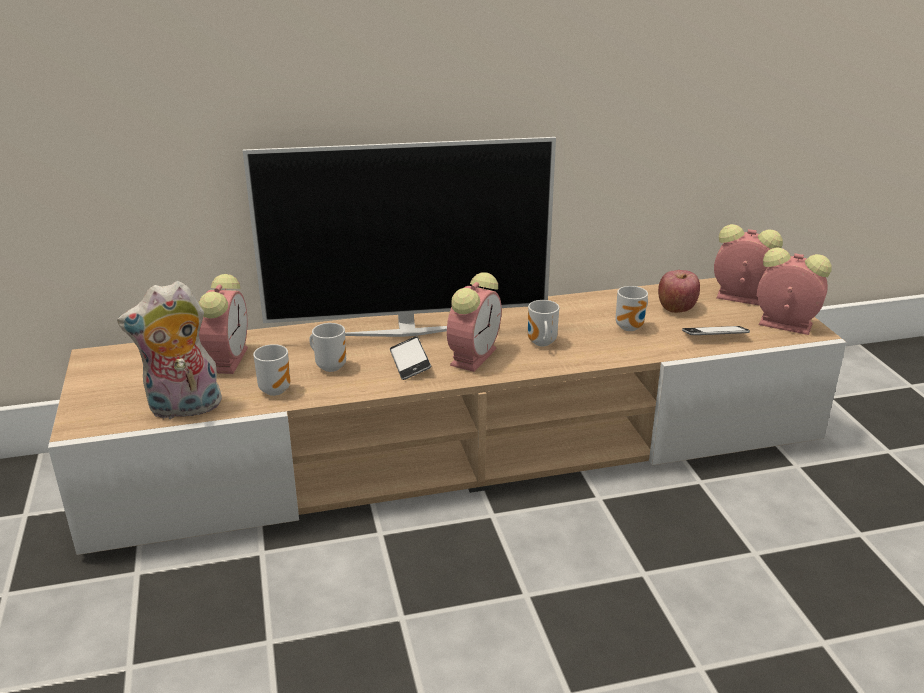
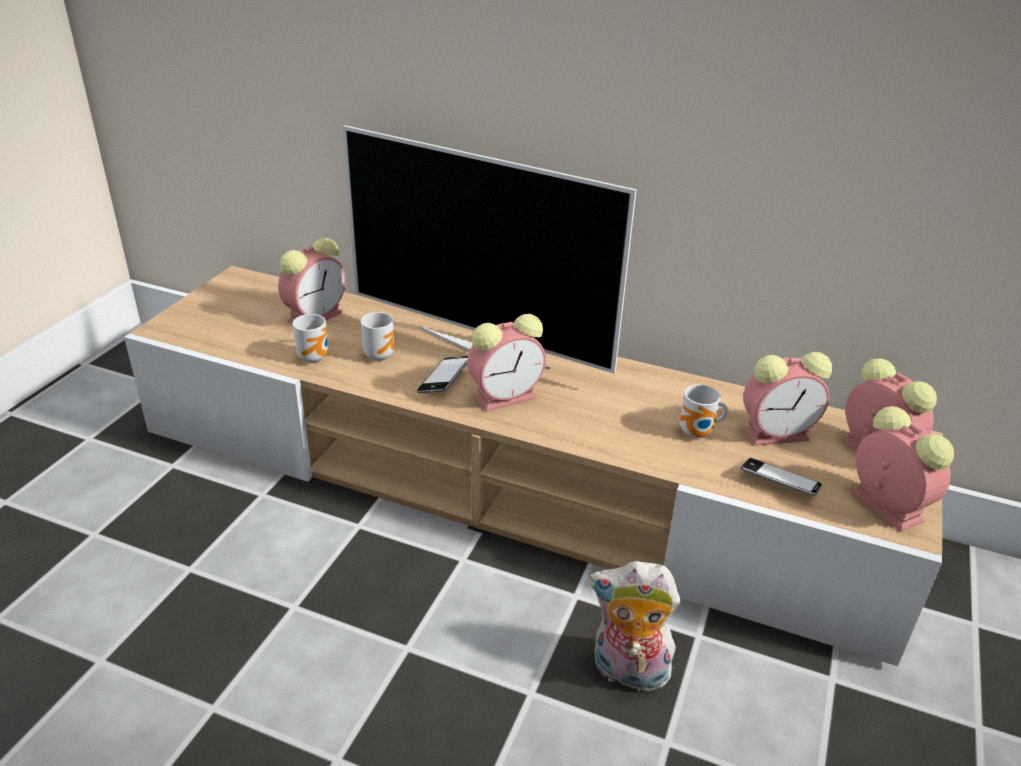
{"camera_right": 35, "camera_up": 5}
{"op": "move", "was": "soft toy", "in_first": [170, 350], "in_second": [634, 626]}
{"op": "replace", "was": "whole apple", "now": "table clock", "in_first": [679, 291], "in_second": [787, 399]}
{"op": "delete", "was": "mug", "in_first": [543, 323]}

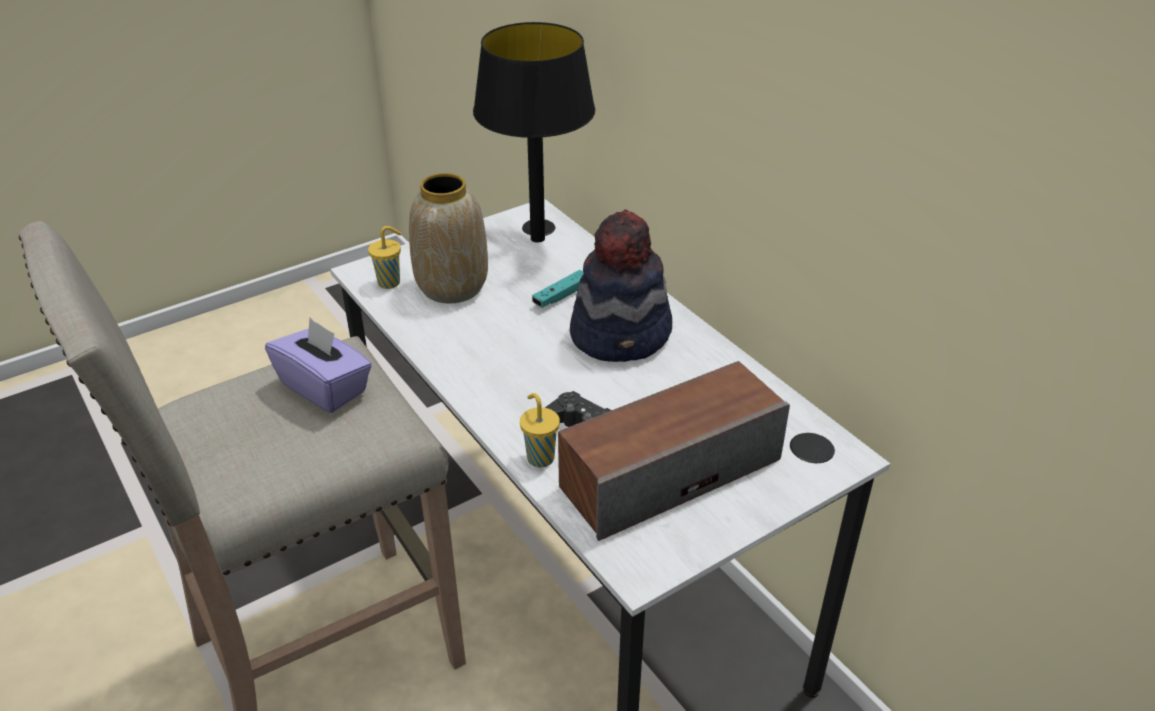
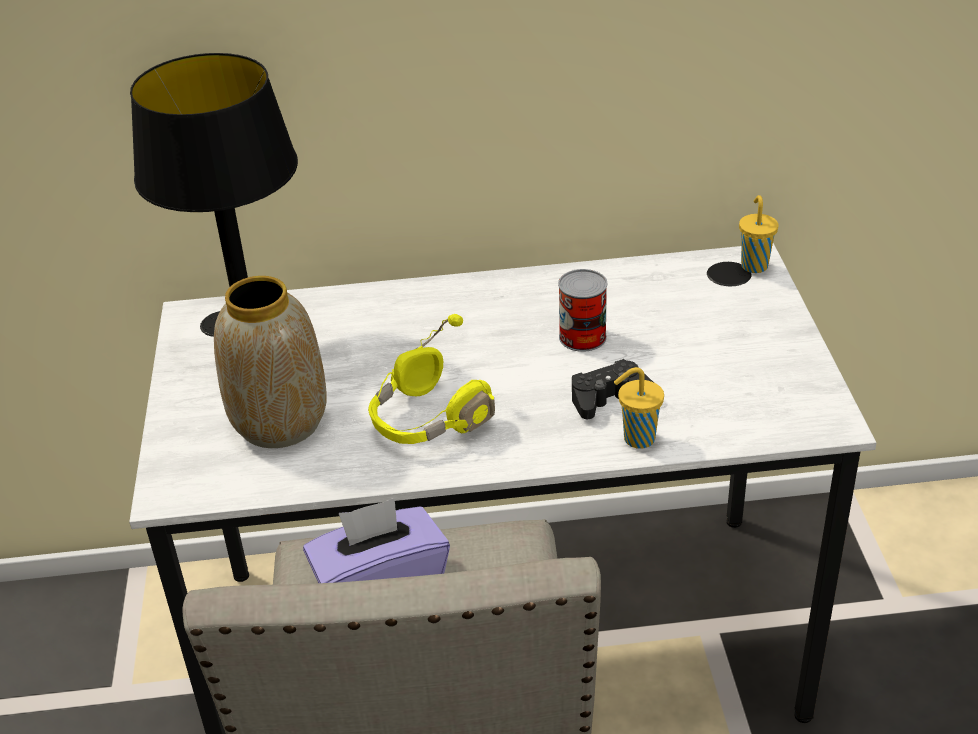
{"camera_right": -60, "camera_up": 0}
{"op": "insert", "now": "yellowish headphones", "in_second": [431, 379]}
{"op": "insert", "now": "metal can", "in_second": [582, 310]}
{"op": "move", "was": "yellowish cup", "in_first": [384, 257], "in_second": [759, 234]}
{"op": "delete", "was": "blue-green joypad", "in_first": [558, 289]}
{"op": "delete", "was": "speaker", "in_first": [674, 451]}
{"op": "delete", "was": "hat", "in_first": [621, 285]}

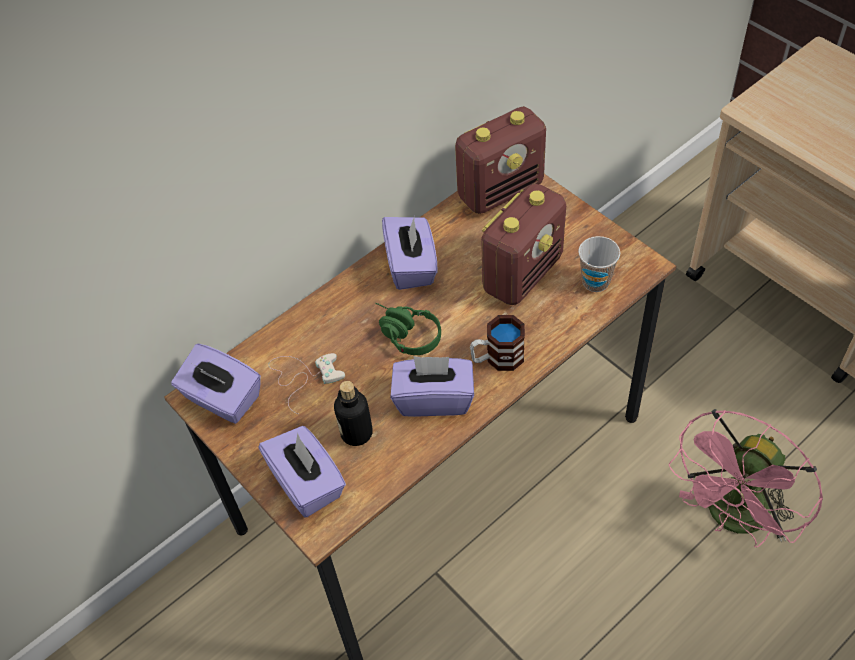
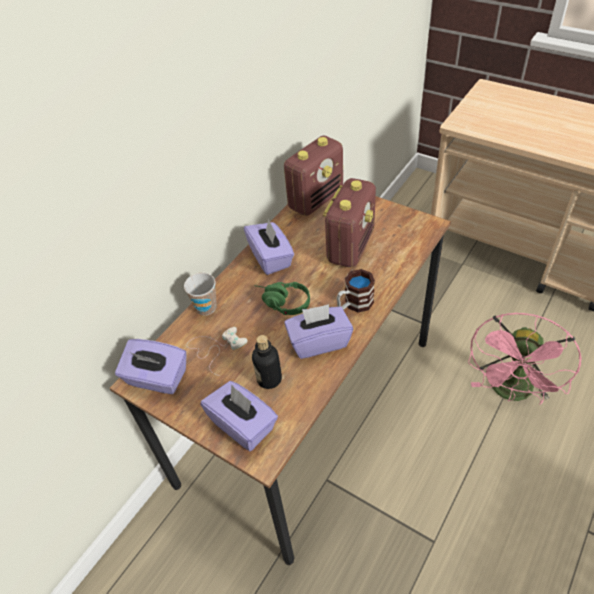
{"camera_right": -15, "camera_up": -5}
{"op": "move", "was": "cup", "in_first": [599, 264], "in_second": [200, 294]}

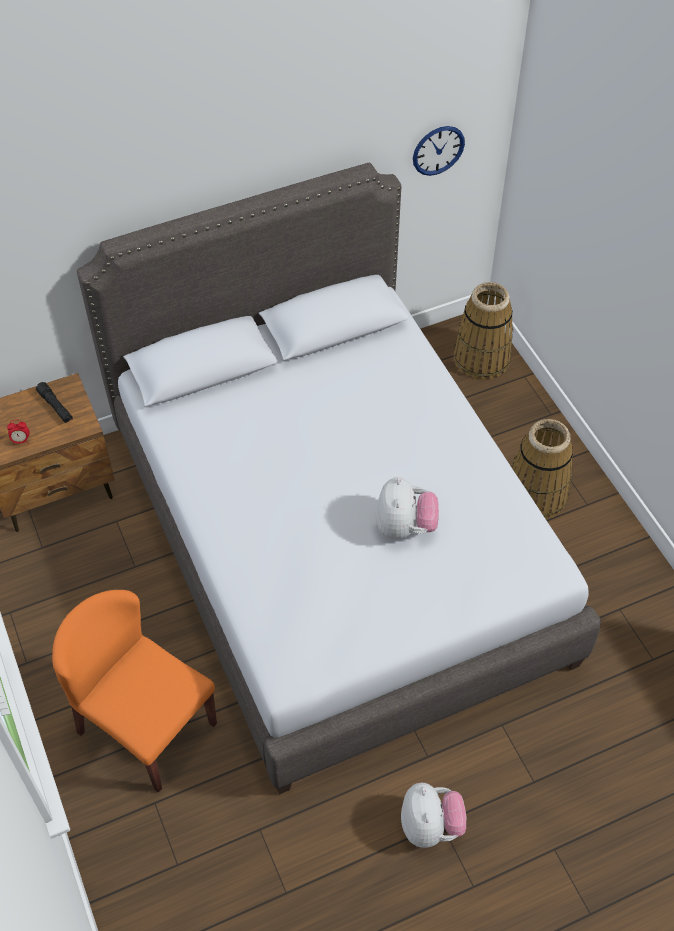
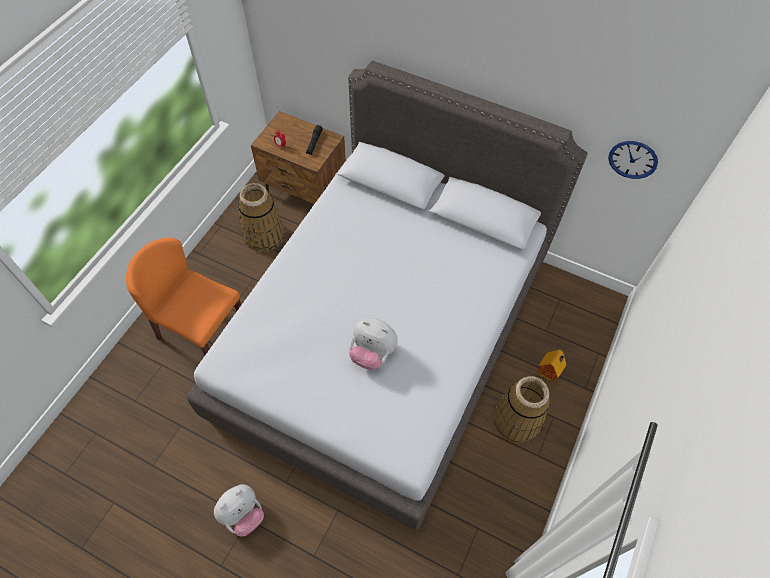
{"camera_right": 50, "camera_up": 5}
{"op": "rotate", "was": "orange upright chair", "in_first": [134, 691], "in_second": [183, 296], "clockwise": -60}
{"op": "move", "was": "storage basket", "in_first": [483, 331], "in_second": [261, 217]}
{"op": "rotate", "was": "soft toy", "in_first": [407, 508], "in_second": [373, 344], "clockwise": 60}
{"op": "insert", "now": "miniature house", "in_second": [552, 365]}

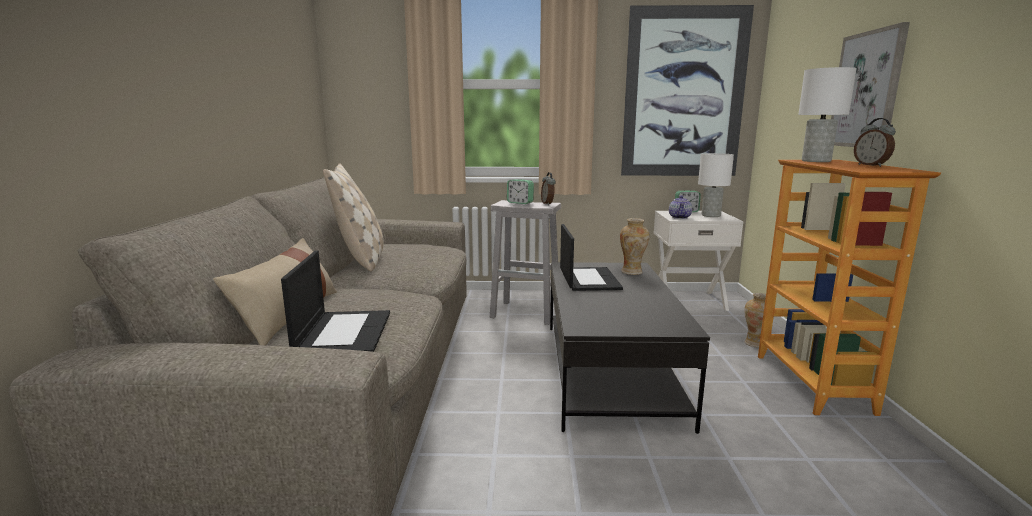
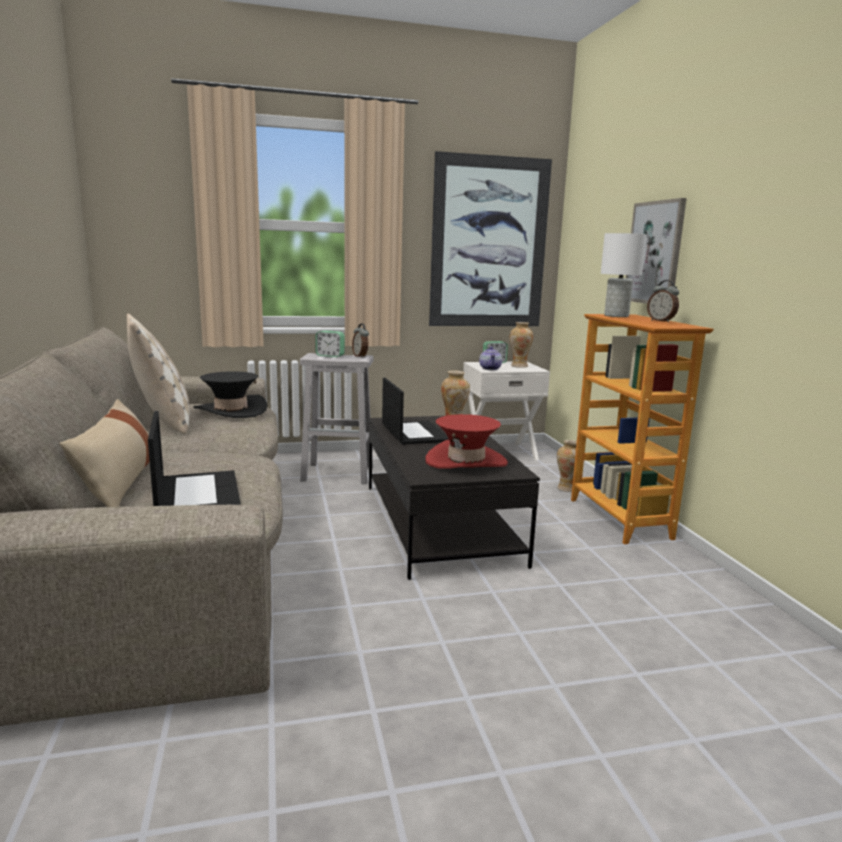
{"camera_right": -15, "camera_up": 0}
{"op": "insert", "now": "black hat", "in_second": [230, 394]}
{"op": "insert", "now": "reddish hat", "in_second": [466, 441]}
{"op": "replace", "was": "white tabletop lamp", "now": "vase", "in_first": [716, 185], "in_second": [521, 345]}

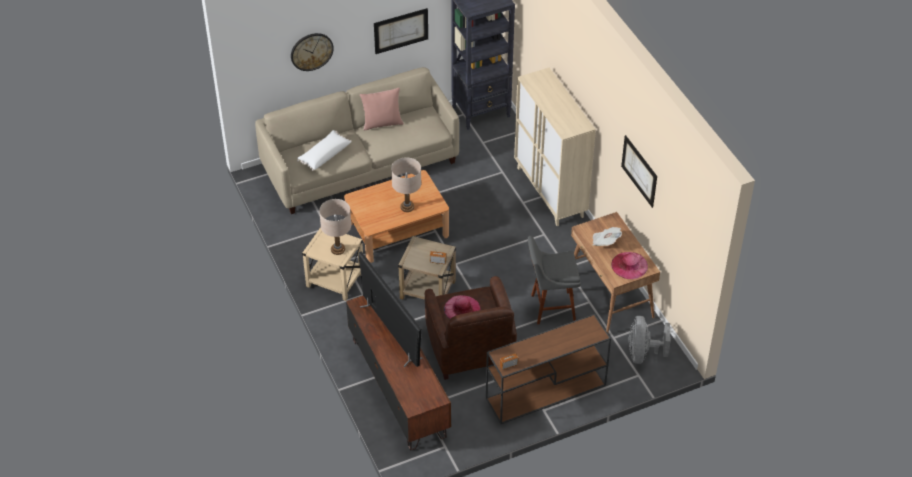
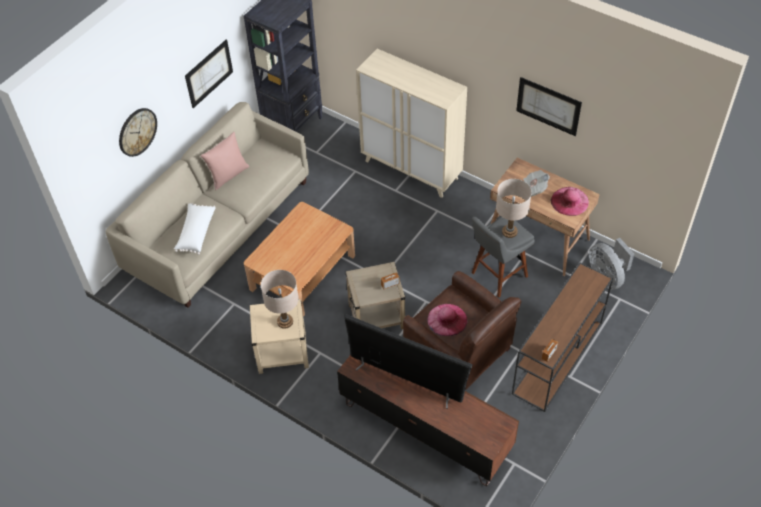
{"camera_right": -30, "camera_up": 5}
{"op": "move", "was": "beige-coloured tabletop lamp", "in_first": [406, 184], "in_second": [514, 208]}

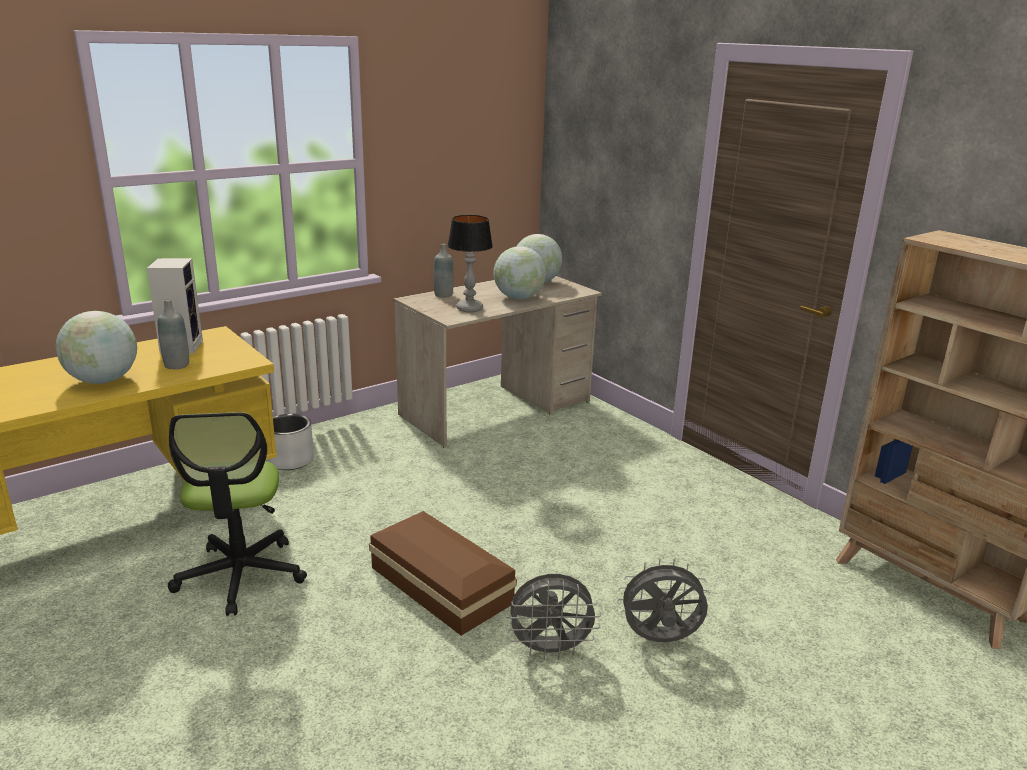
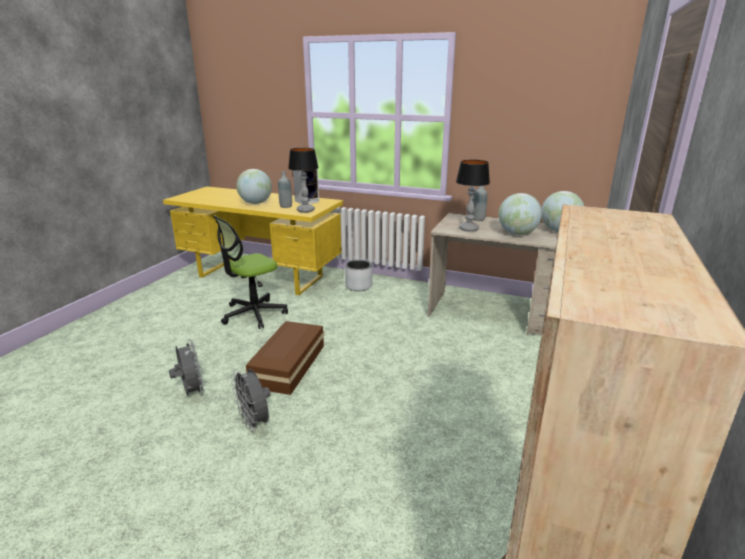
{"camera_right": 60, "camera_up": 0}
{"op": "move", "was": "grey fan", "in_first": [663, 600], "in_second": [186, 367]}
{"op": "insert", "now": "tabletop lamp", "in_second": [303, 180]}

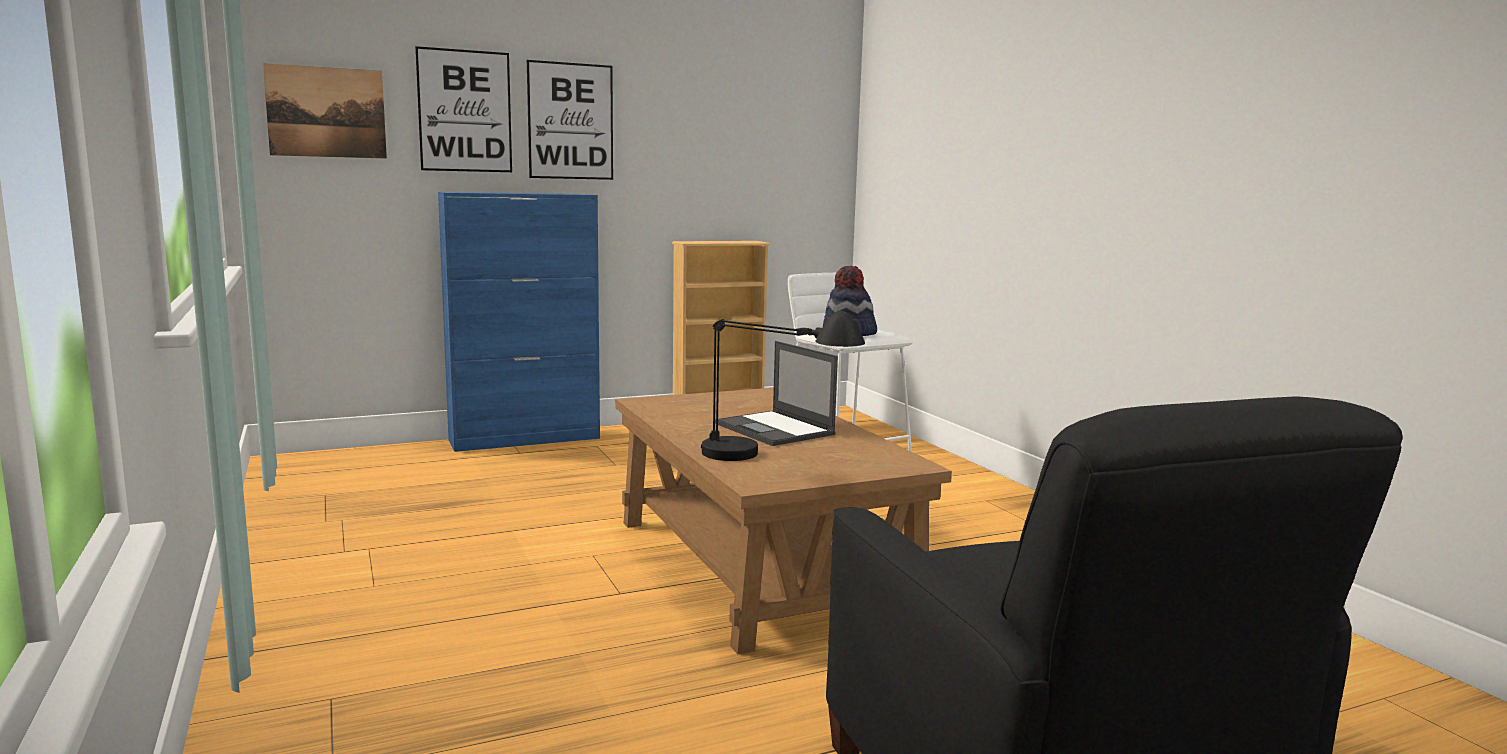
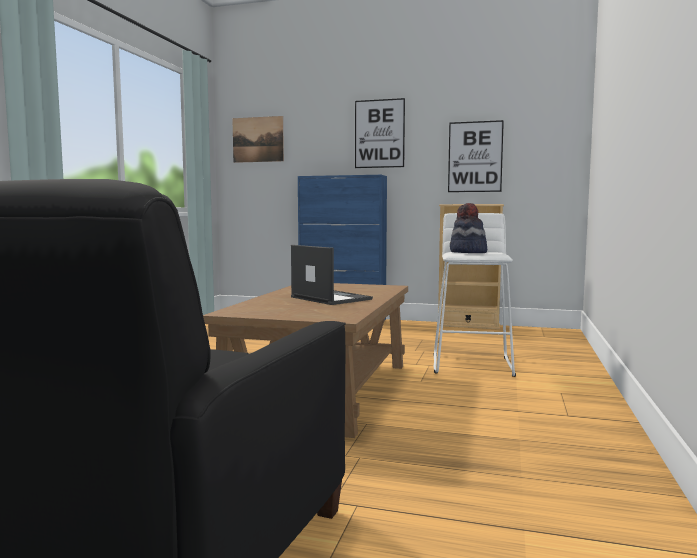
{"camera_right": 40, "camera_up": -5}
{"op": "rotate", "was": "portable computer", "in_first": [776, 393], "in_second": [332, 275], "clockwise": 135}
{"op": "move", "was": "picture", "in_first": [463, 109], "in_second": [476, 156]}
{"op": "delete", "was": "black tabletop lamp", "in_first": [783, 386]}

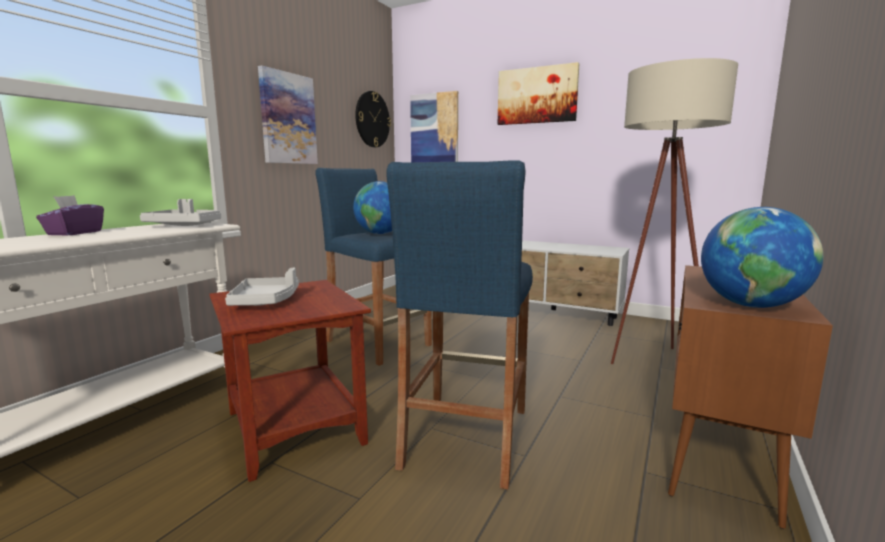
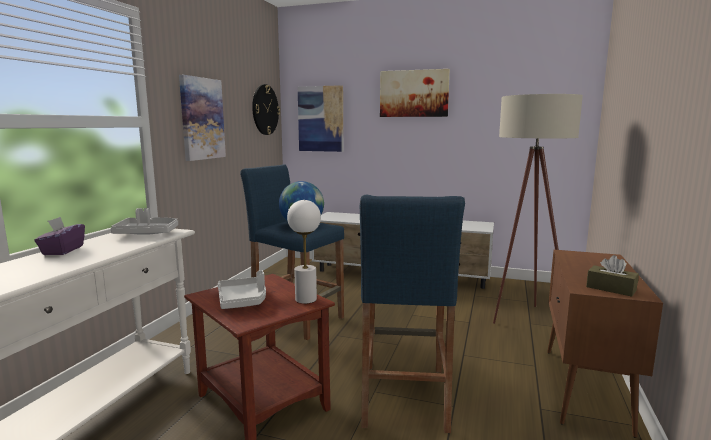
{"camera_right": -10, "camera_up": 0}
{"op": "insert", "now": "white tabletop lamp", "in_second": [304, 252]}
{"op": "replace", "was": "world globe", "now": "brown box of tissues", "in_first": [762, 257], "in_second": [612, 276]}

